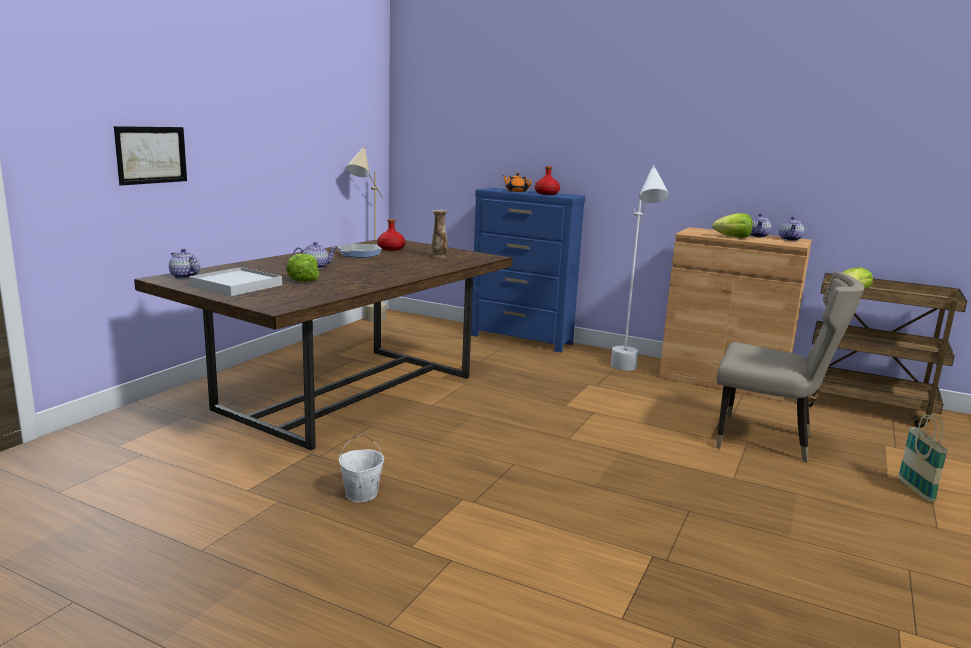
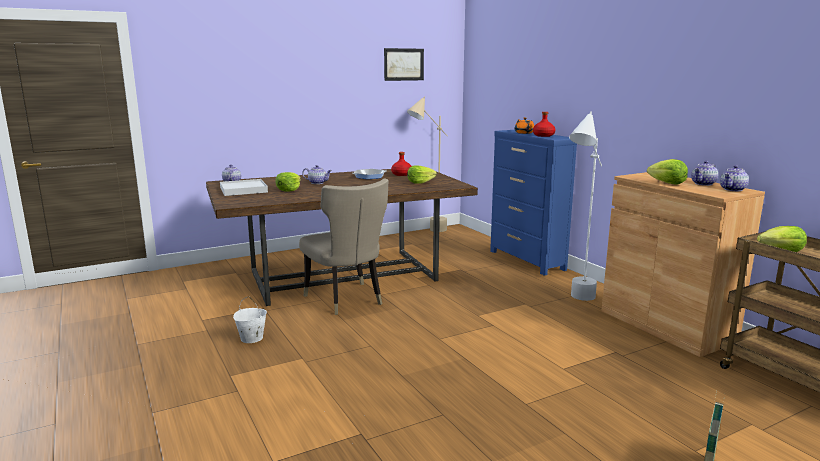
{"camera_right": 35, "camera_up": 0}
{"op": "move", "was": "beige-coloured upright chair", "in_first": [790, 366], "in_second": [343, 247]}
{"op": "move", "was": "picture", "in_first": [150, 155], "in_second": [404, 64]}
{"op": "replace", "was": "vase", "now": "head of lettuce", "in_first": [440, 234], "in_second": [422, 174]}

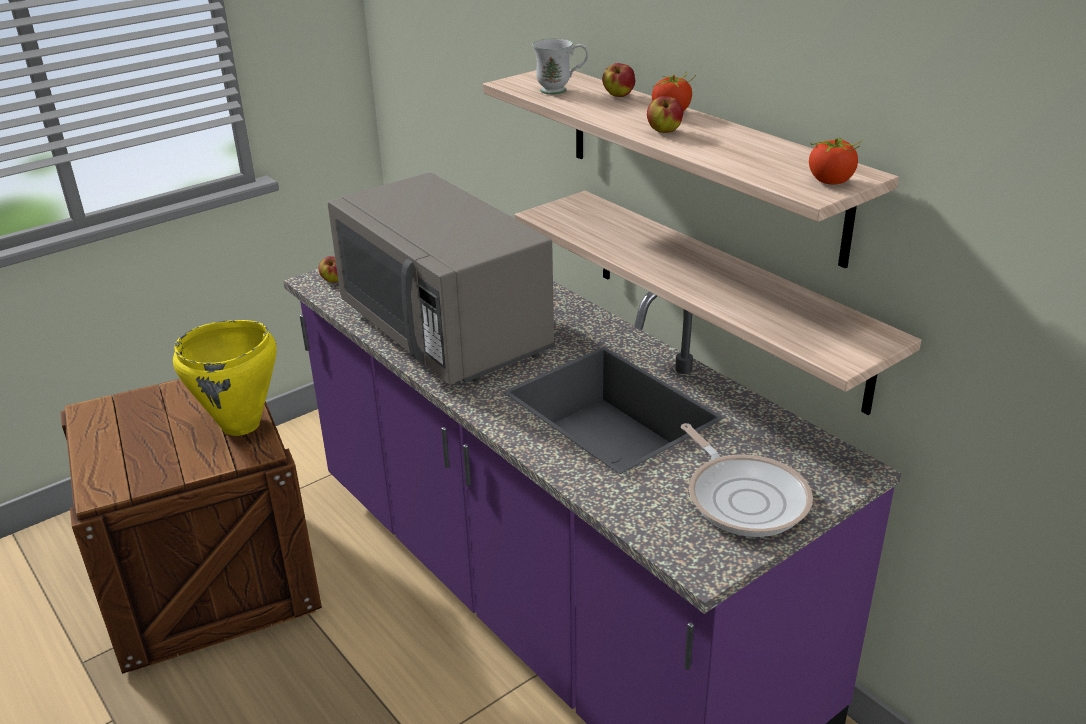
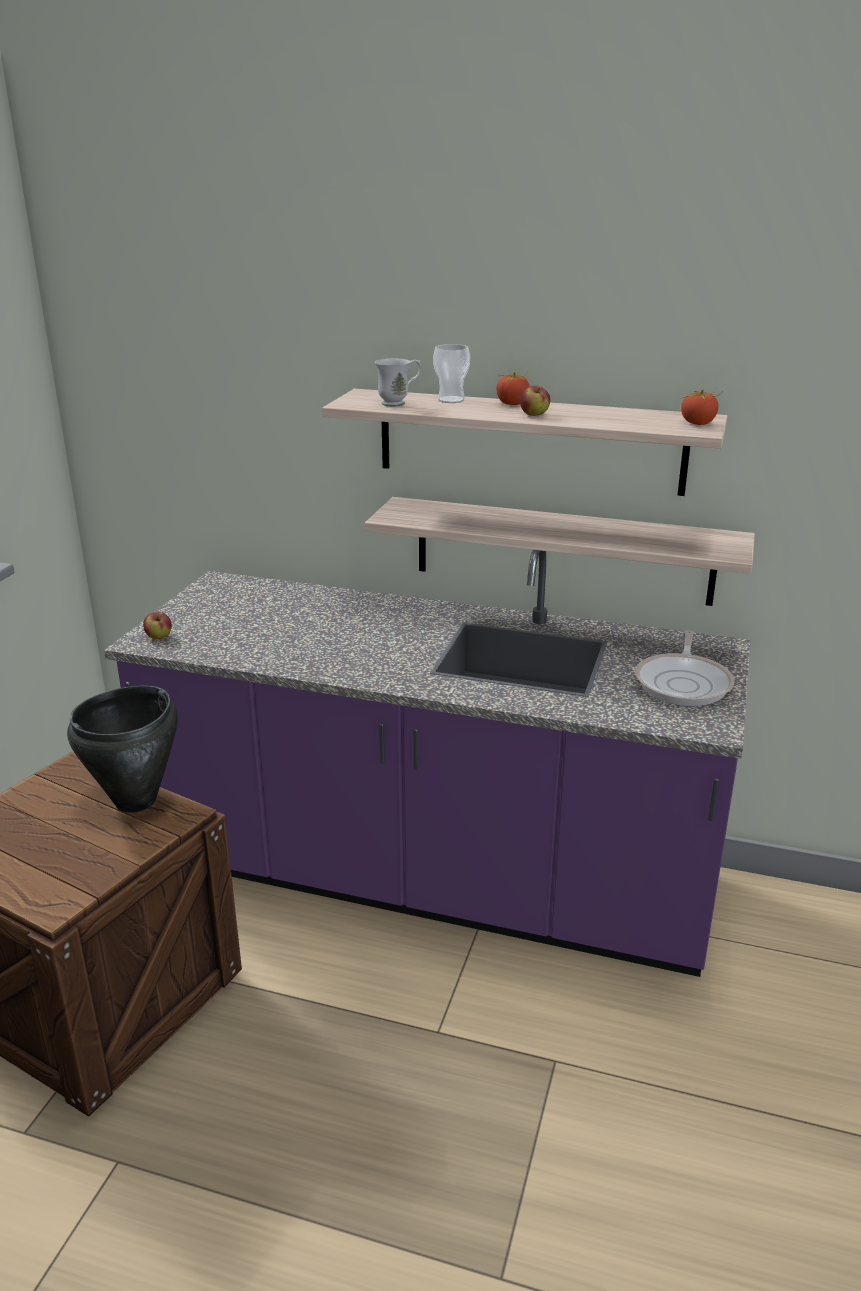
{"camera_right": -35, "camera_up": -5}
{"op": "recolor", "was": "yellowish cooking pot", "now": "black cooking pot", "in_first": [225, 378], "in_second": [122, 749]}
{"op": "replace", "was": "whole apple", "now": "cup", "in_first": [618, 80], "in_second": [451, 373]}
{"op": "rotate", "was": "frying pan", "in_first": [747, 480], "in_second": [684, 668], "clockwise": 75}
{"op": "delete", "was": "grey microwave", "in_first": [441, 278]}

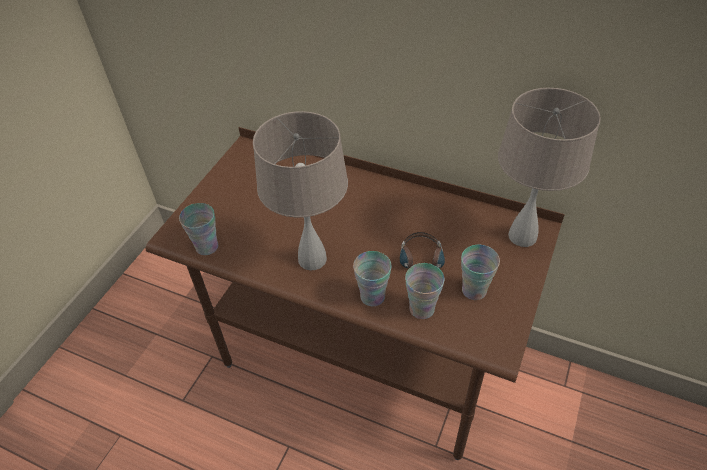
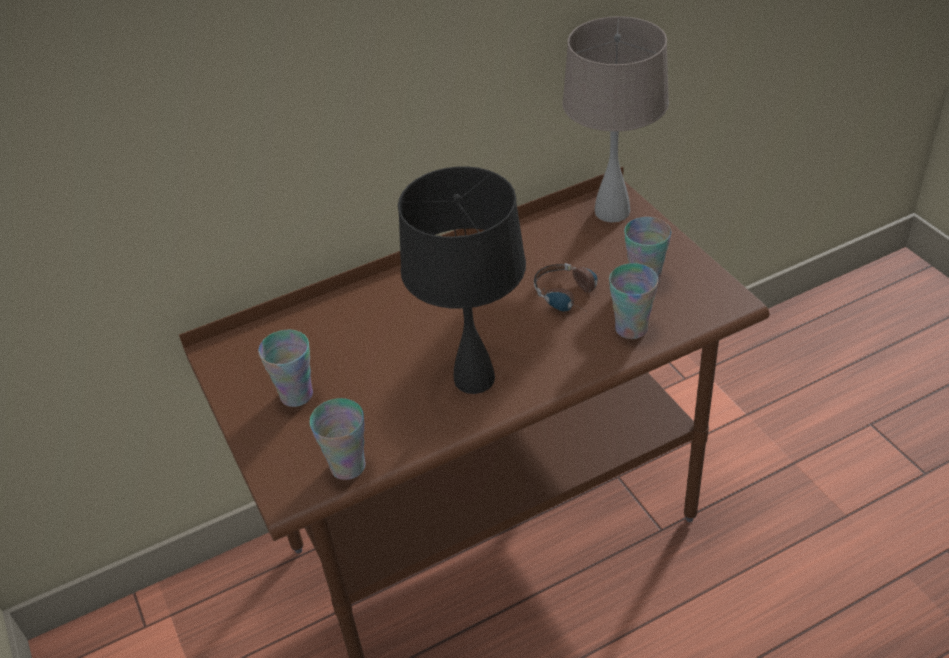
{"camera_right": -50, "camera_up": -5}
{"op": "move", "was": "cup", "in_first": [372, 279], "in_second": [285, 368]}
{"op": "recolor", "was": "beige-coloured tabletop lamp", "now": "black tabletop lamp", "in_first": [300, 191], "in_second": [462, 280]}

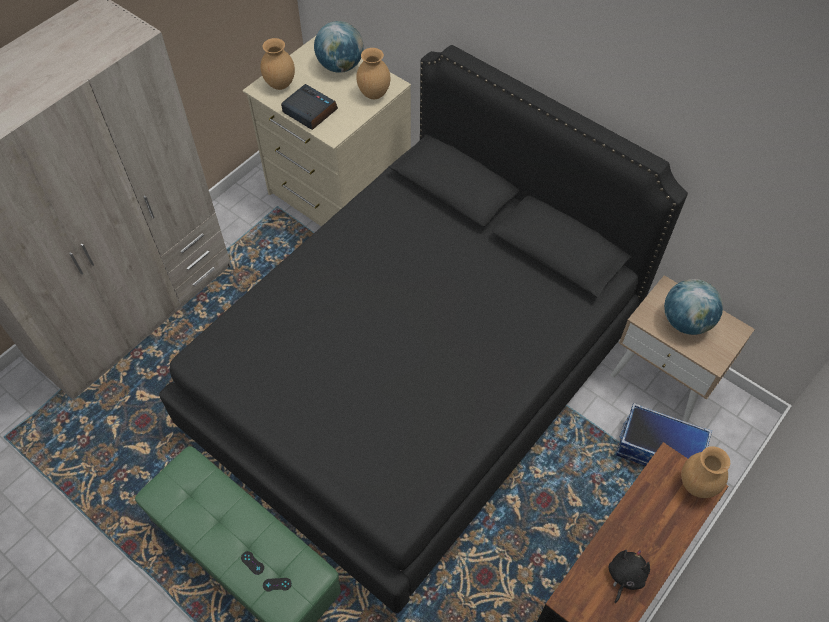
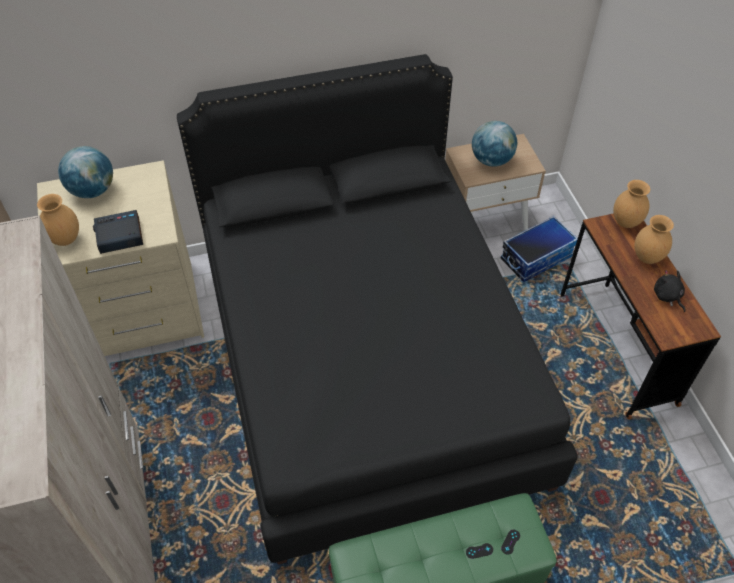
{"camera_right": -55, "camera_up": -5}
{"op": "move", "was": "brown vase", "in_first": [373, 73], "in_second": [654, 239]}

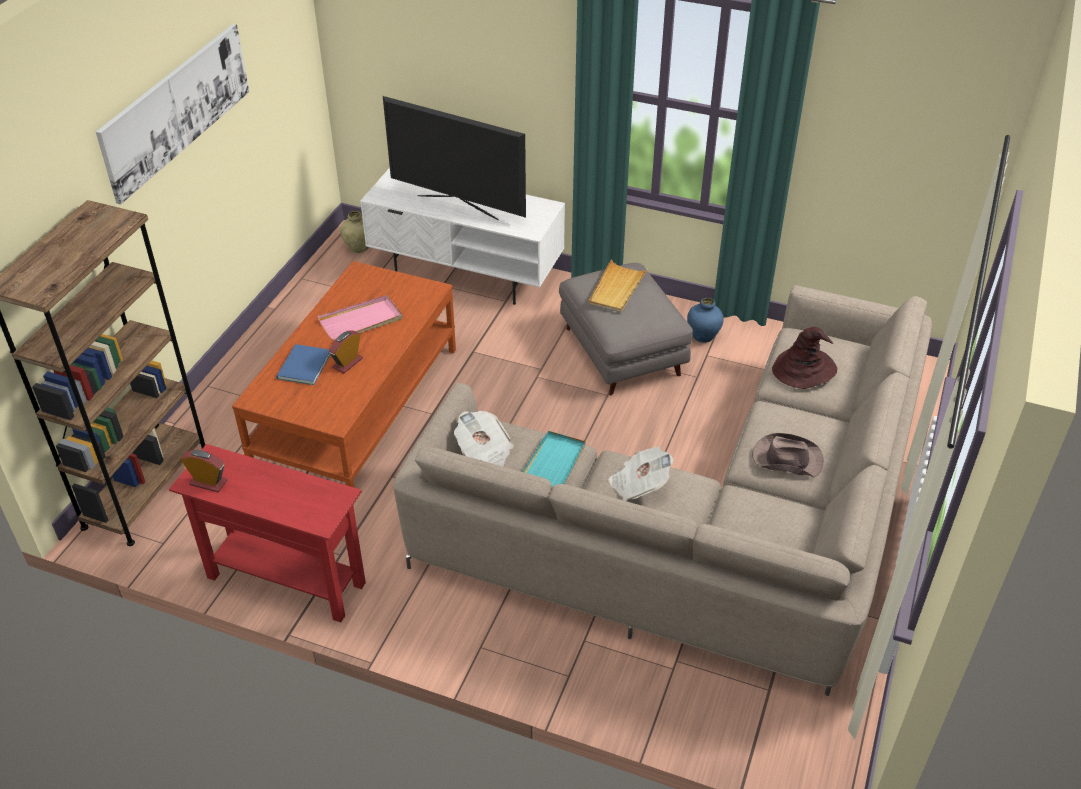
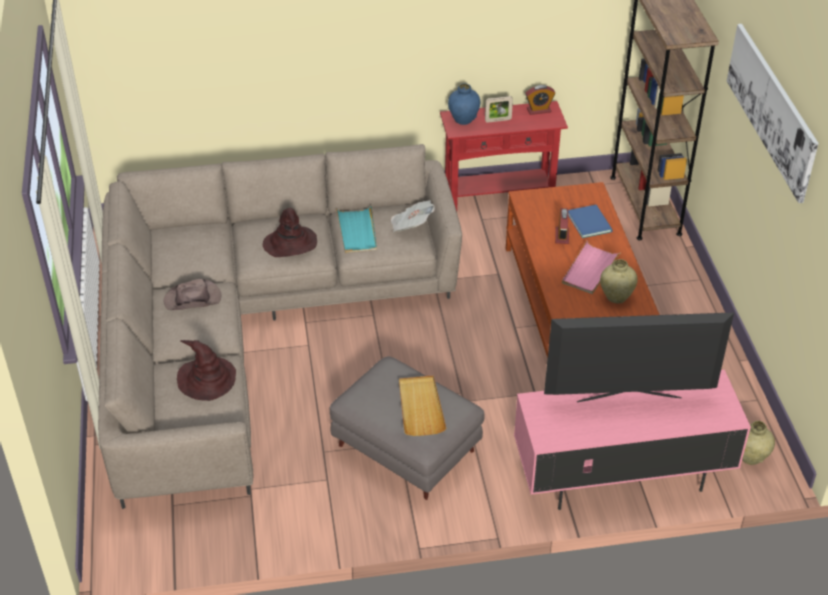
{"camera_right": 150, "camera_up": 0}
{"op": "replace", "was": "printed paper", "now": "brown hat", "in_first": [641, 474], "in_second": [290, 232]}
{"op": "move", "was": "blue-coloured vase", "in_first": [705, 320], "in_second": [464, 104]}
{"op": "insert", "now": "photo frame", "in_second": [499, 109]}
{"op": "recolor", "was": "white tv stand", "now": "pinkish tv stand", "in_first": [462, 236], "in_second": [632, 440]}
{"op": "insert", "now": "beige-coloured vase", "in_second": [619, 281]}

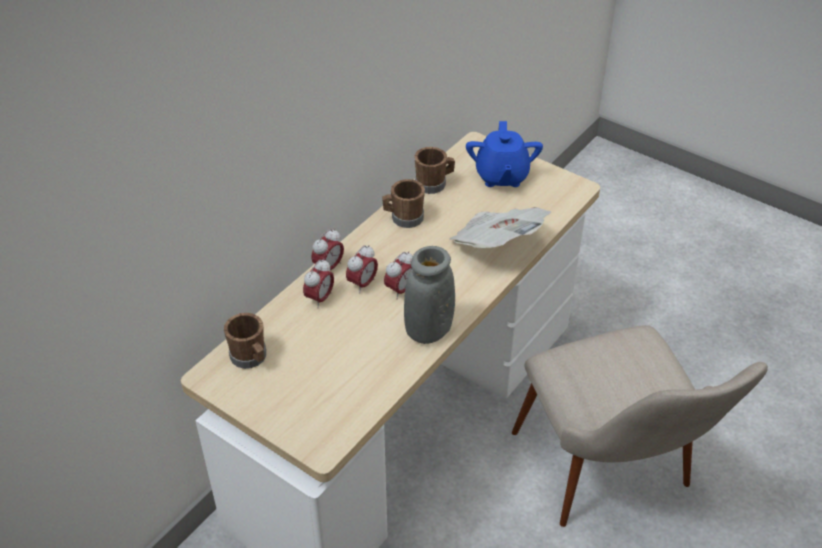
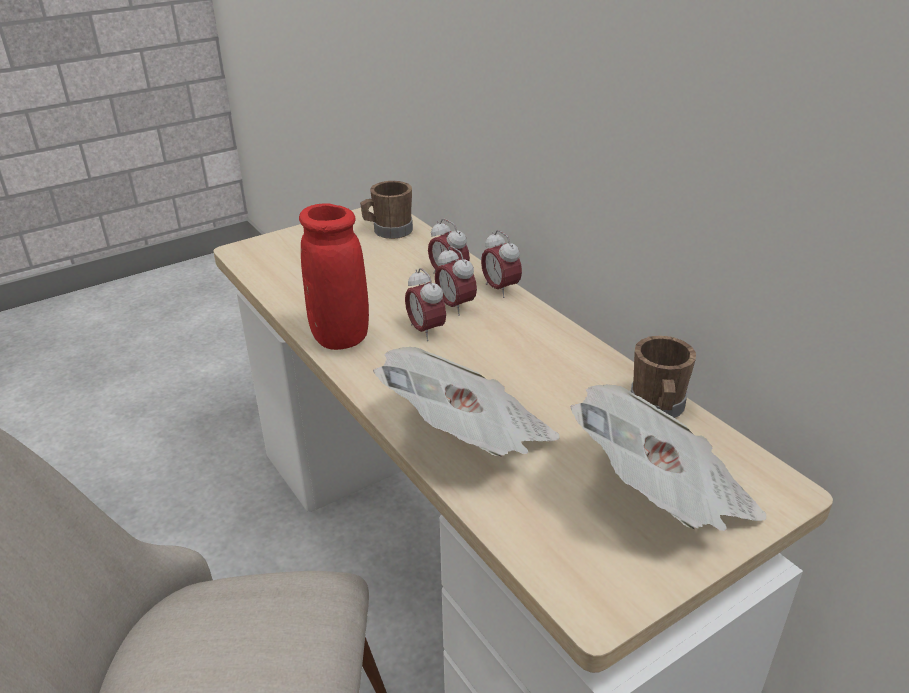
{"camera_right": 110, "camera_up": -10}
{"op": "recolor", "was": "grey vase", "now": "reddish vase", "in_first": [429, 295], "in_second": [334, 276]}
{"op": "replace", "was": "blue-coloured teapot", "now": "printed paper", "in_first": [504, 154], "in_second": [668, 457]}
{"op": "delete", "was": "brown mug", "in_first": [403, 203]}

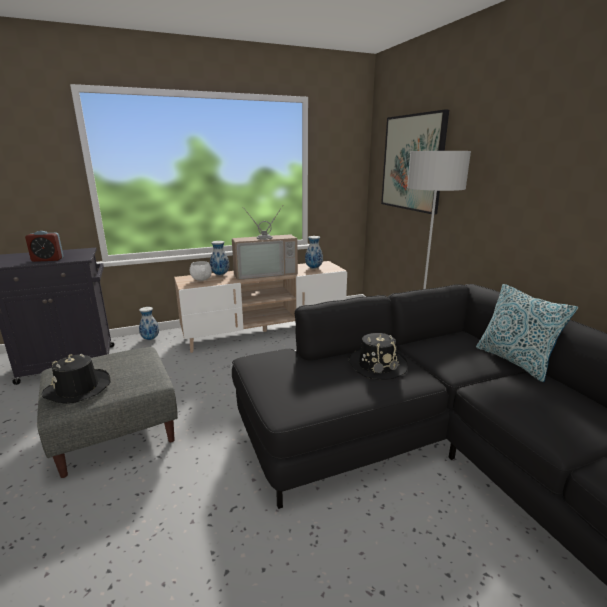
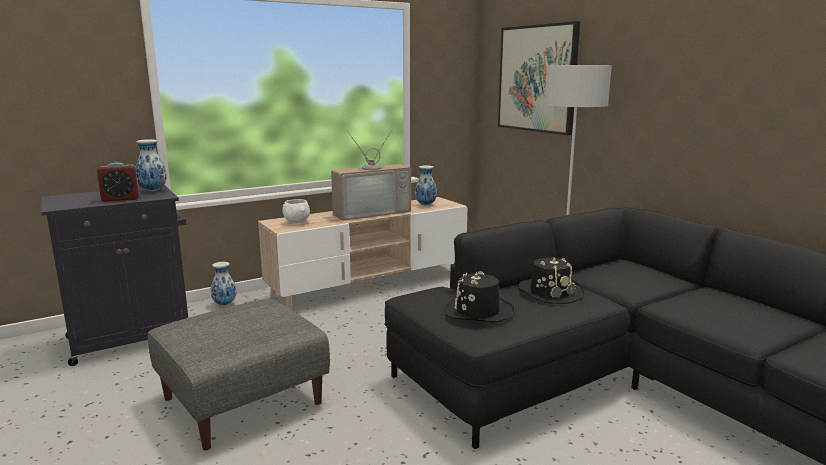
{"camera_right": -10, "camera_up": -5}
{"op": "move", "was": "vase", "in_first": [219, 258], "in_second": [151, 165]}
{"op": "move", "was": "black hat", "in_first": [76, 379], "in_second": [479, 297]}
{"op": "delete", "was": "throw pillow", "in_first": [527, 333]}

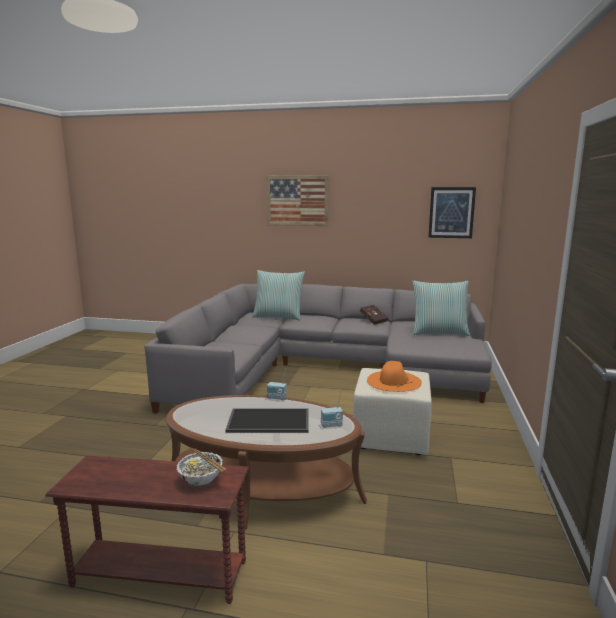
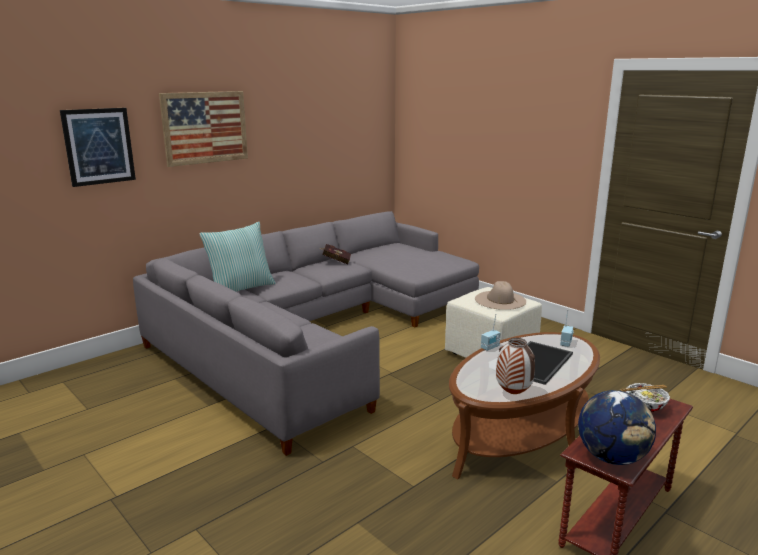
{"camera_right": -55, "camera_up": 5}
{"op": "move", "was": "picture", "in_first": [452, 212], "in_second": [98, 147]}
{"op": "recolor", "was": "orange hat", "now": "beige-coloured hat", "in_first": [394, 376], "in_second": [500, 295]}
{"op": "insert", "now": "vase", "in_second": [515, 366]}
{"op": "insert", "now": "world globe", "in_second": [617, 427]}
{"op": "delete", "was": "throw pillow", "in_first": [441, 308]}

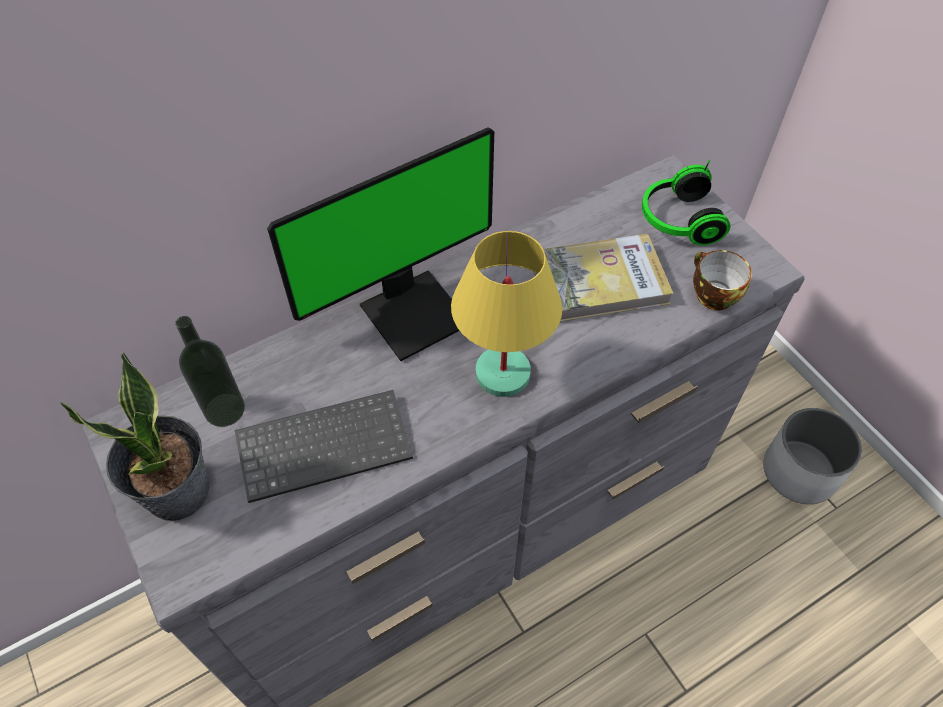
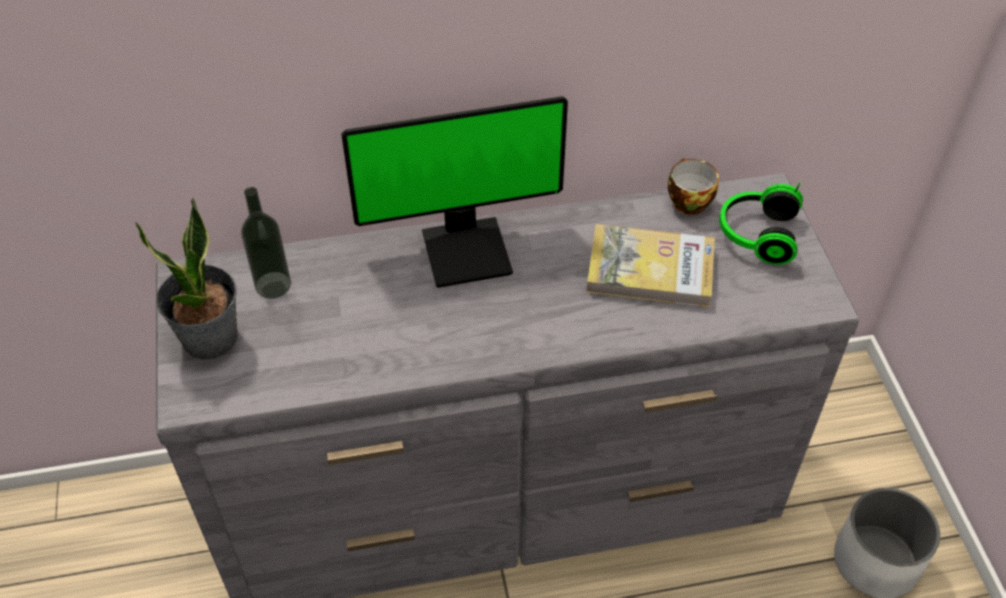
{"camera_right": 20, "camera_up": -5}
{"op": "move", "was": "cup", "in_first": [722, 280], "in_second": [693, 186]}
{"op": "delete", "was": "PC keyboard", "in_first": [324, 446]}
{"op": "delete", "was": "yellowish tabletop lamp", "in_first": [506, 314]}

